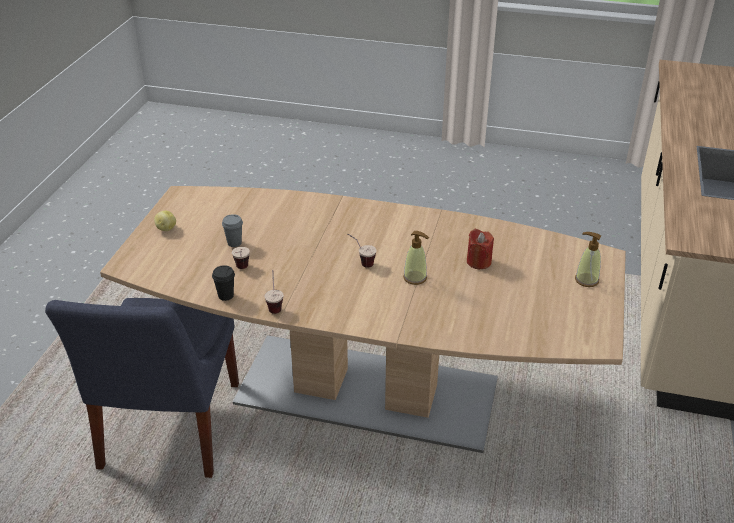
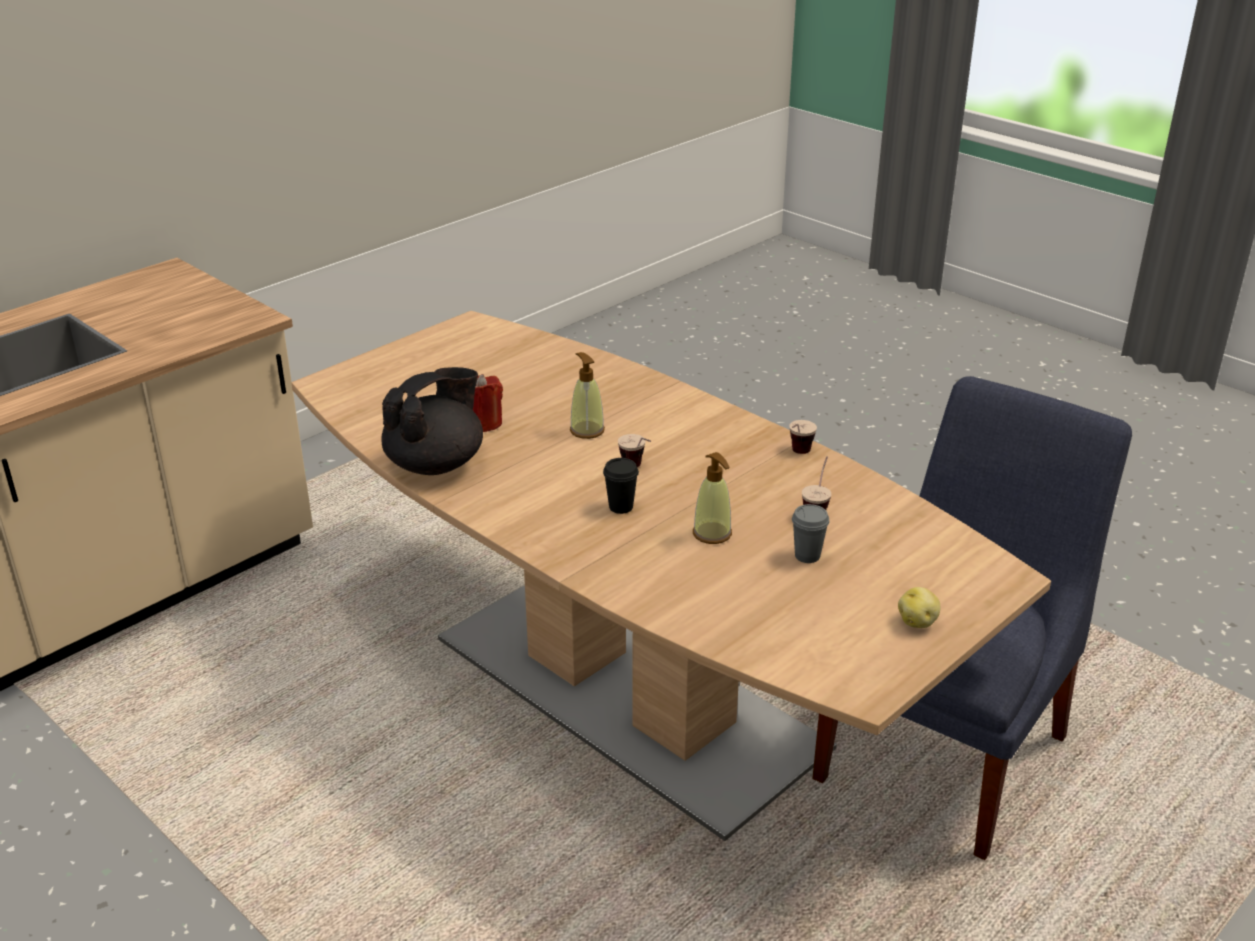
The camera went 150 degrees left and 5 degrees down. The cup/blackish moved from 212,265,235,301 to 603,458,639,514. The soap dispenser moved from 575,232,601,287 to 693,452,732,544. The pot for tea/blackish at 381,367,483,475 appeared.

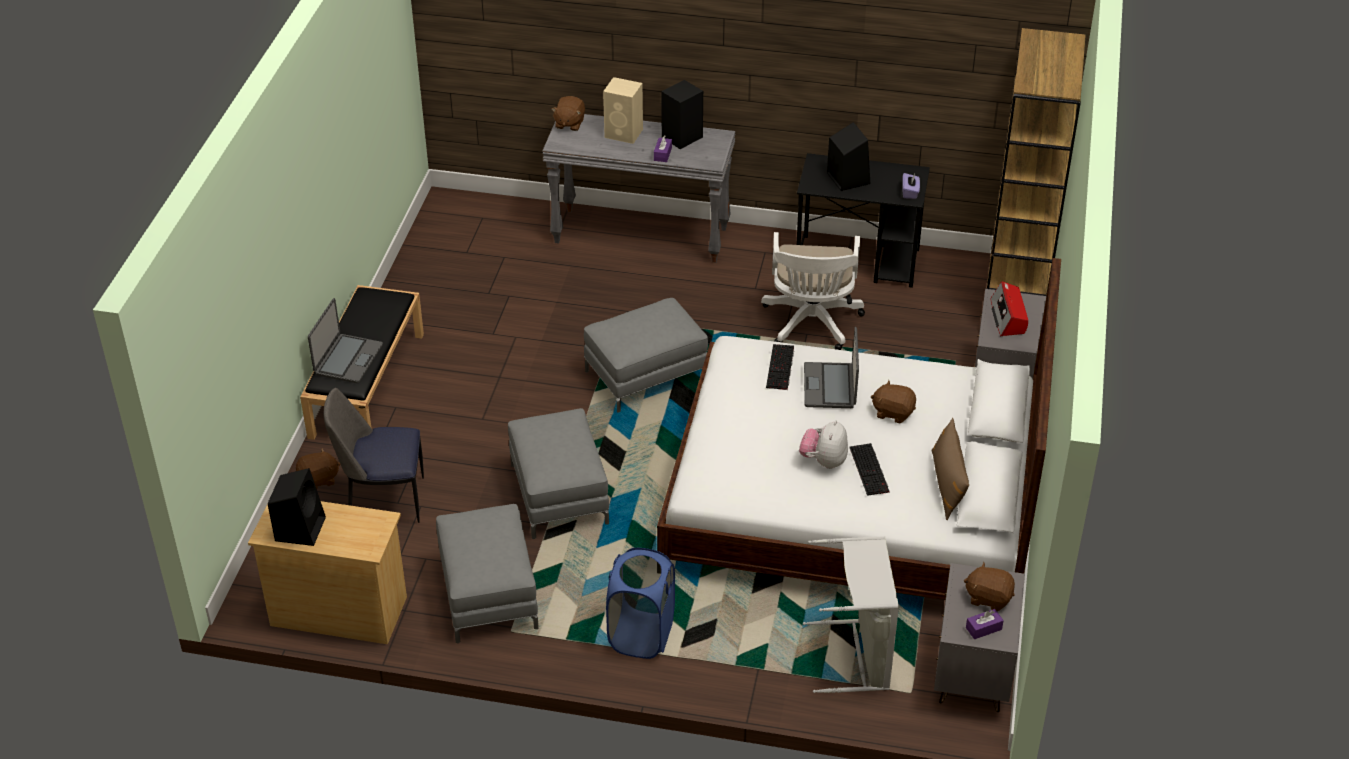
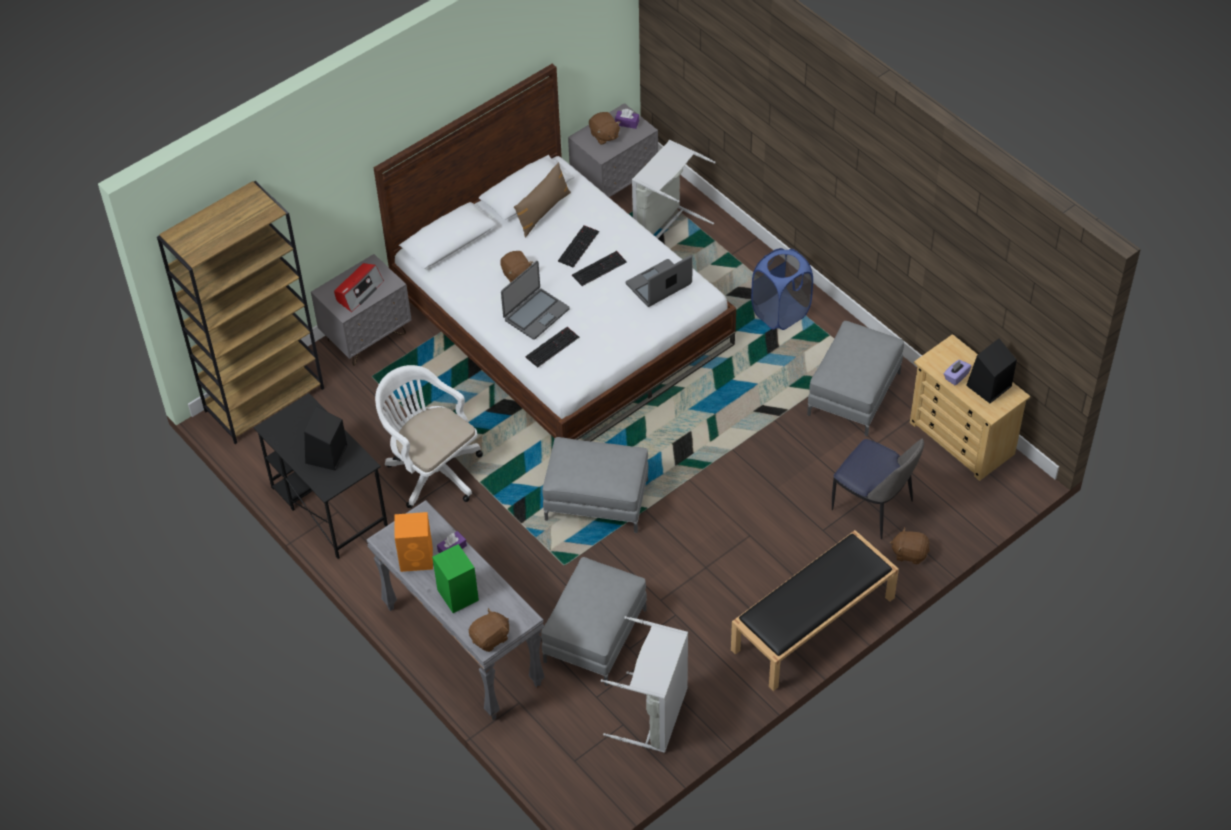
The camera went 140 degrees left and 10 degrees up. The notebook computer moved from 308,298,383,383 to 626,255,693,307. The pouffe/greyish moved from 508,408,609,539 to 541,557,647,686. The audio speaker/beige at 603,77,643,144 became the audio speaker/green-coloured at 432,544,479,613. The audio speaker/blackish at 661,80,703,149 became the audio speaker/orange at 394,512,433,572. The computer chair/white at 761,232,865,350 turned 90 degrees counterclockwise. The plush toy at 799,420,848,469 was replaced by the keyboard at 572,251,627,286. The tissue holder/purple-coloured moved from 902,173,920,199 to 944,360,972,386. The washing basket/greyish at 601,616,688,753 appeared.

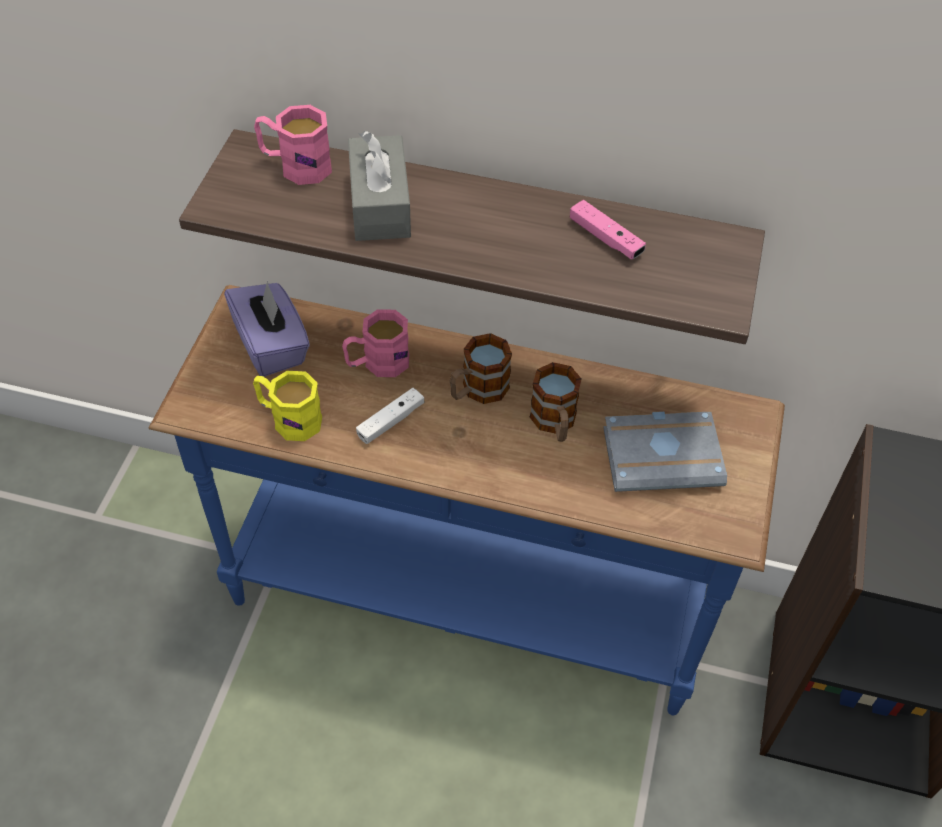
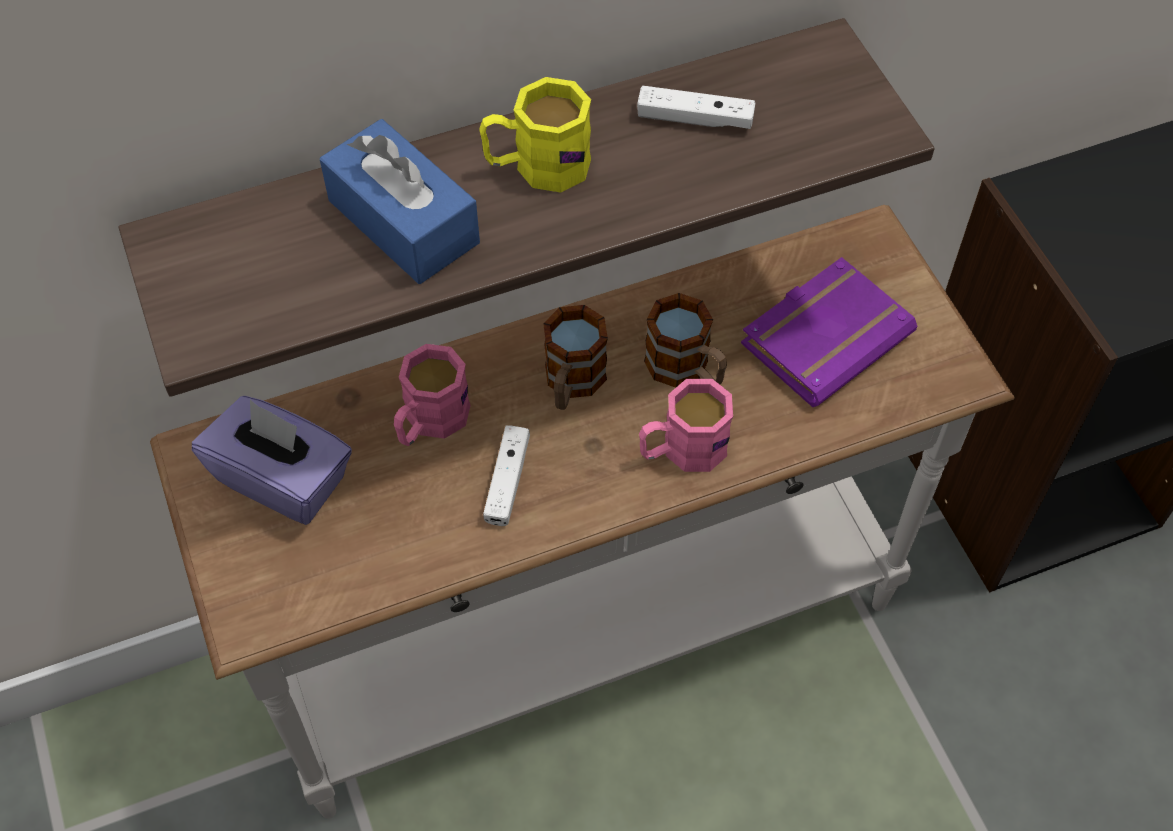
The camera went 35 degrees left and 5 degrees up. The narrow table/blue-coloured at 149,285,785,715 became the narrow table/white at 150,205,1015,819. The coffee mug/yellowish moved from 253,371,322,441 to 479,77,591,192. The coffee mug/pink moved from 254,105,332,185 to 639,379,733,472. The tissue holder/greyish at 348,131,411,241 became the tissue holder/blue-coloured at 320,119,480,284. The joypad/pink at 570,200,646,259 became the joypad/white at 637,86,755,129. The volume/greyish at 603,411,727,492 became the volume/purple-coloured at 741,257,917,407.

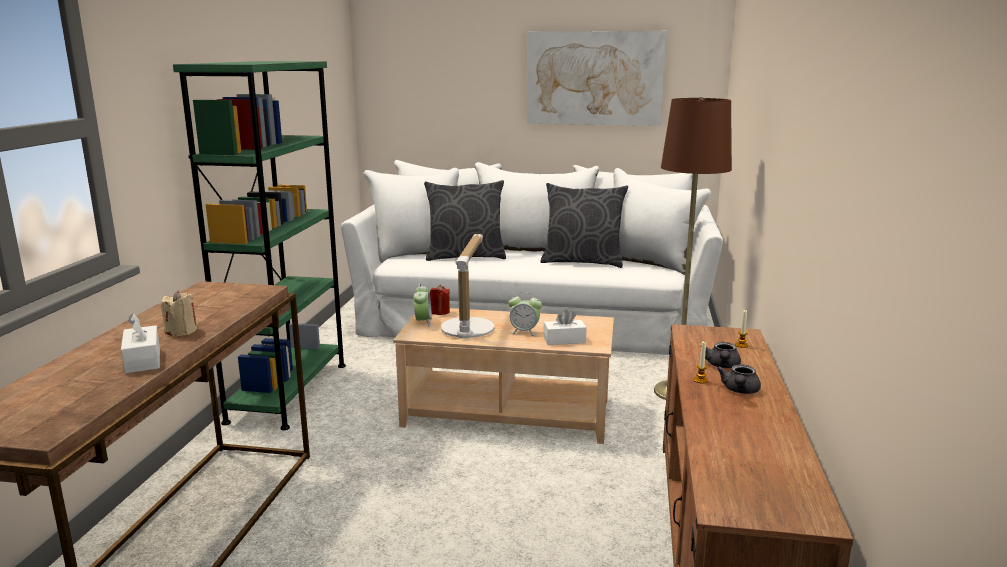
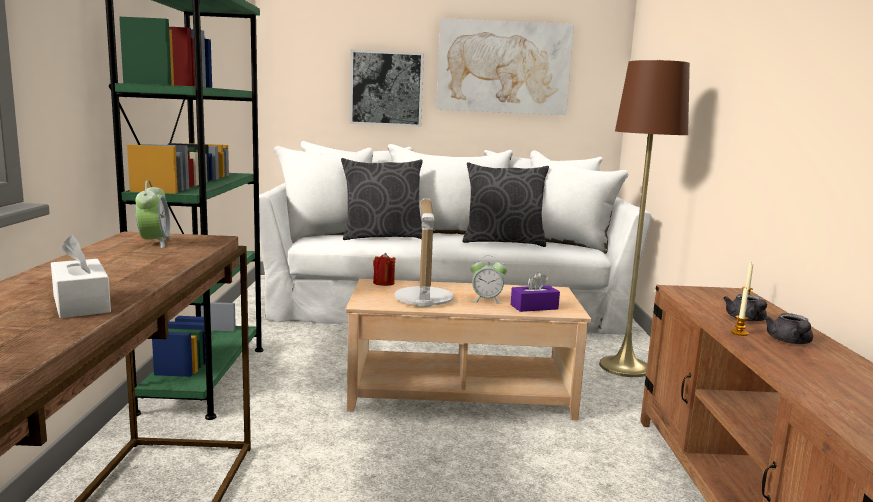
The camera went 10 degrees left and 5 degrees down. The wax candle/beige at 161,290,197,336 disappeared. The alarm clock moved from 414,284,432,327 to 135,181,172,248. The tissue holder/white at 543,309,587,345 became the tissue holder/purple-coloured at 511,272,560,312. The wall art at 350,49,424,127 appeared.

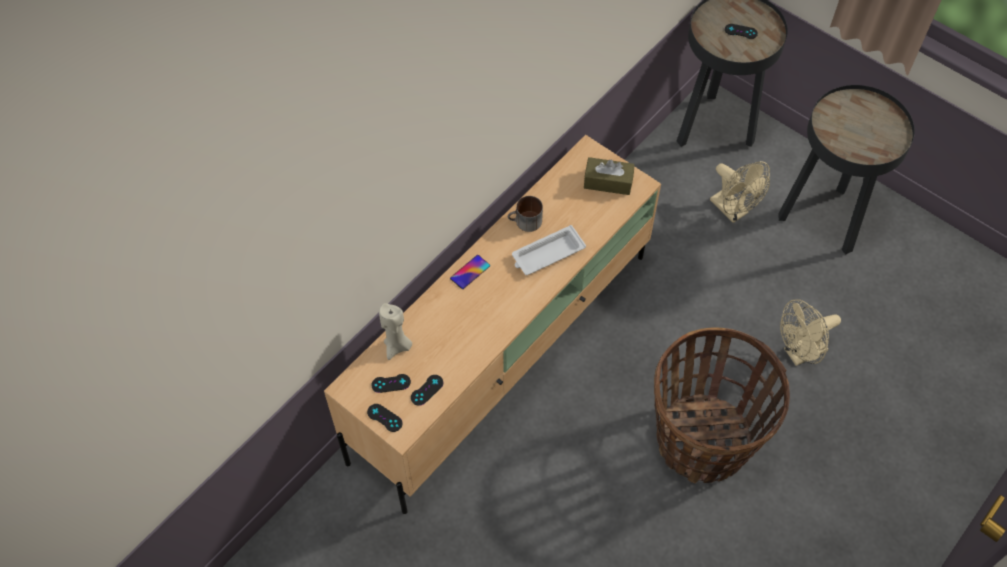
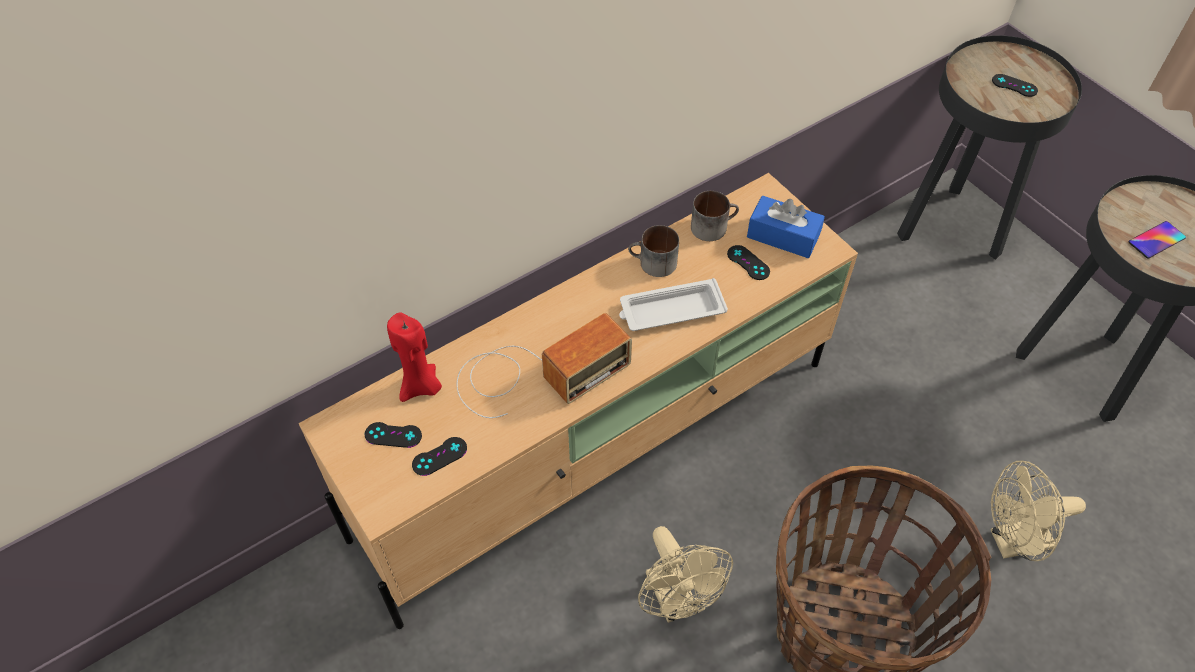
The camera went 15 degrees right and 5 degrees down. The joypad/blackish moved from 367,404,402,432 to 727,245,770,280. The wax candle/beige at 379,303,412,360 became the wax candle/reddish at 387,312,442,402. The phone moved from 450,255,490,289 to 1128,221,1186,258. The tissue holder/brown at 584,157,634,195 became the tissue holder/blue-coloured at 747,196,825,258. The electric fan/beige moved from 710,161,770,223 to 638,526,733,623. The radio receiver at 457,313,632,418 appeared. The coffee mug at 691,191,739,241 appeared.

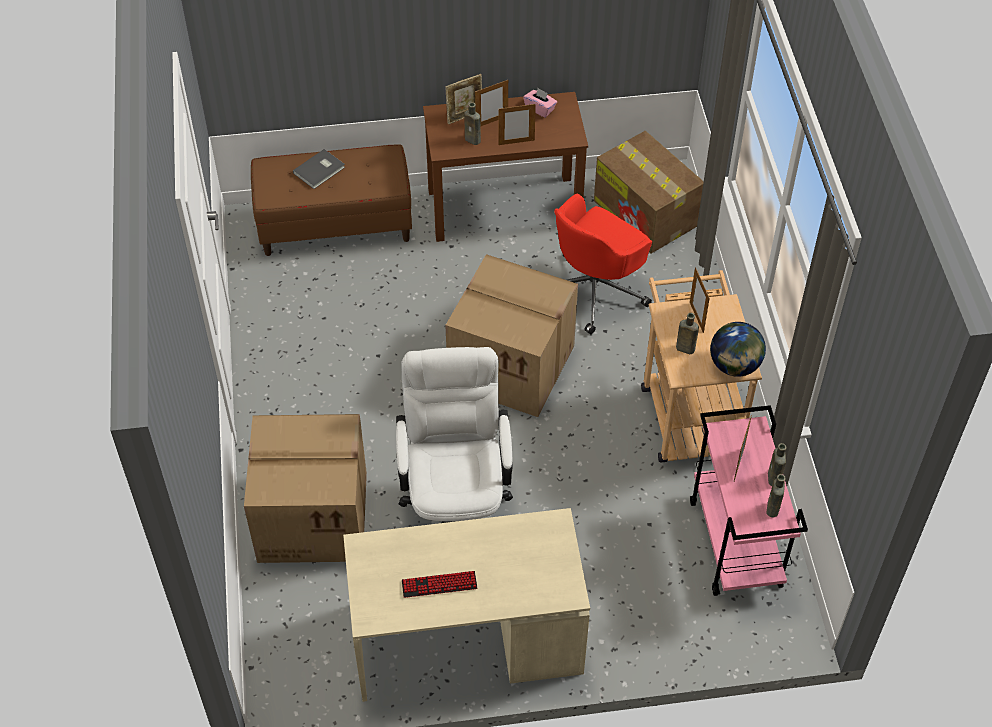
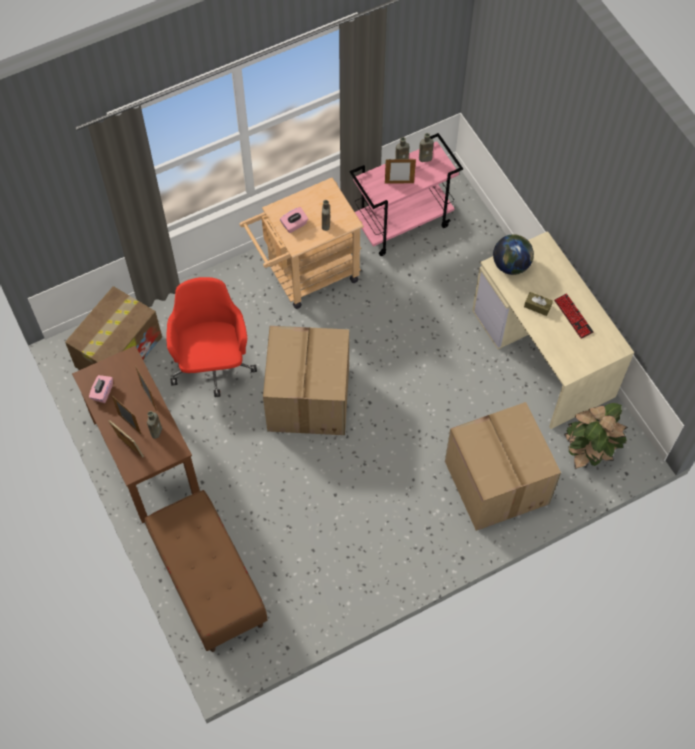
The camera went 110 degrees left and 10 degrees up. The volume/greyish at 293,149,345,189 disappeared. The computer chair/white at 396,347,513,523 disappeared. The computer chair/reddish at 554,194,652,334 turned 120 degrees counterclockwise. The photo frame at 690,267,710,333 was replaced by the tissue holder/pink at 280,207,308,233. The world globe moved from 710,322,766,377 to 493,234,534,275. The tissue holder/brown at 524,292,553,316 appeared. The plant in a pot at 564,403,628,469 appeared.

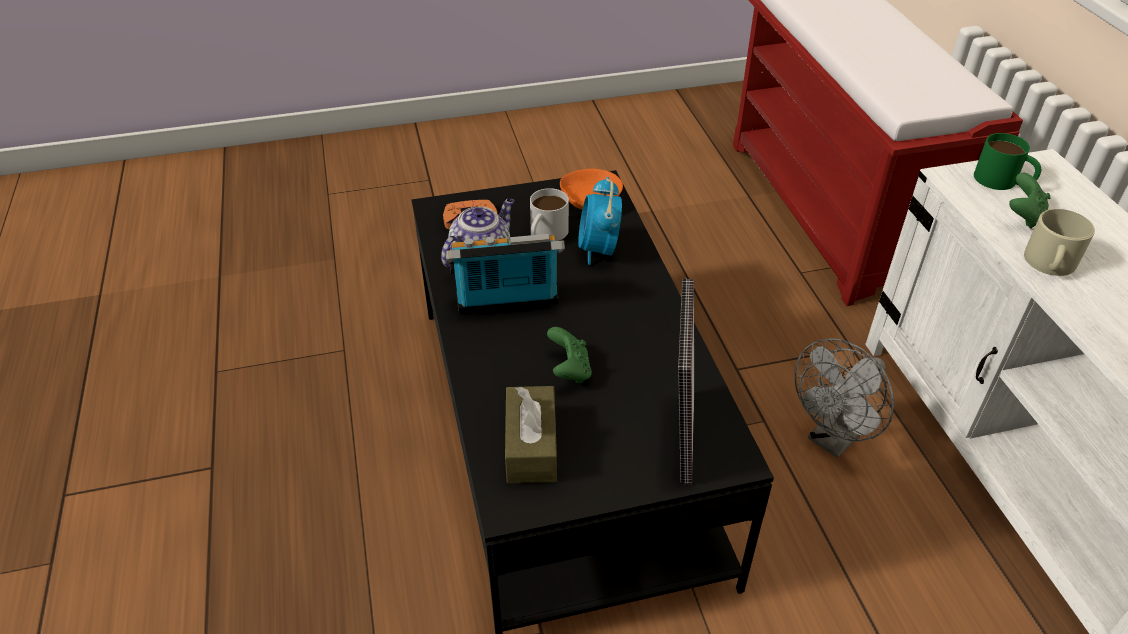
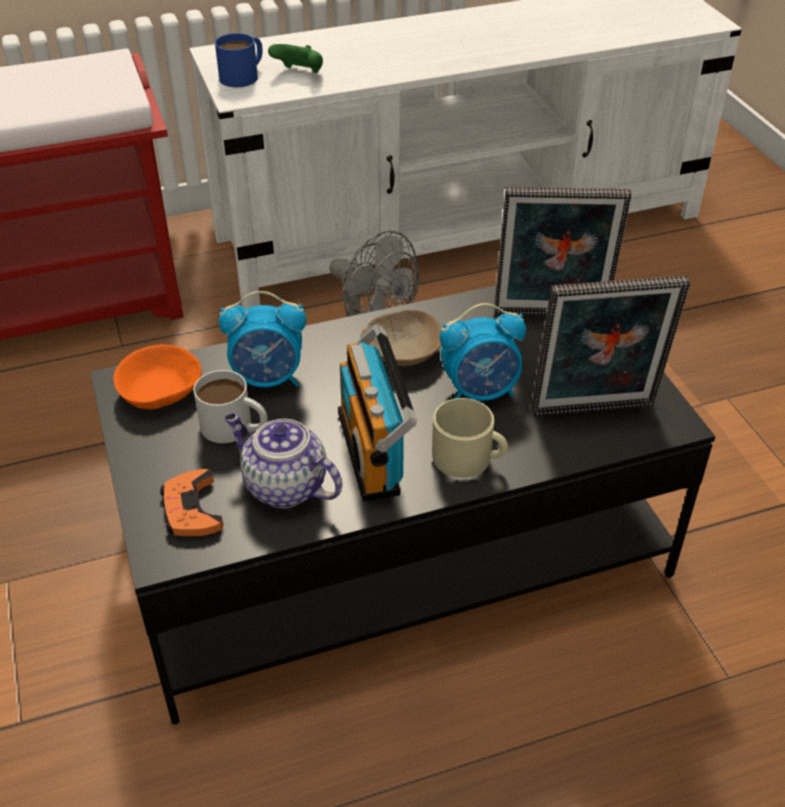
The camera went 95 degrees left and 0 degrees up. The tissue holder/brown at 505,386,557,483 was replaced by the photo frame at 531,276,690,416. The joypad/green-coloured at 547,327,592,383 was replaced by the alarm clock at 440,303,526,401. The coffee mug/green-coloured at 974,133,1041,190 became the coffee mug/blue-coloured at 215,33,263,87. The coffee mug/beige moved from 1024,209,1095,276 to 432,398,508,478. The serving bowl/beige at 360,310,442,366 appeared.

